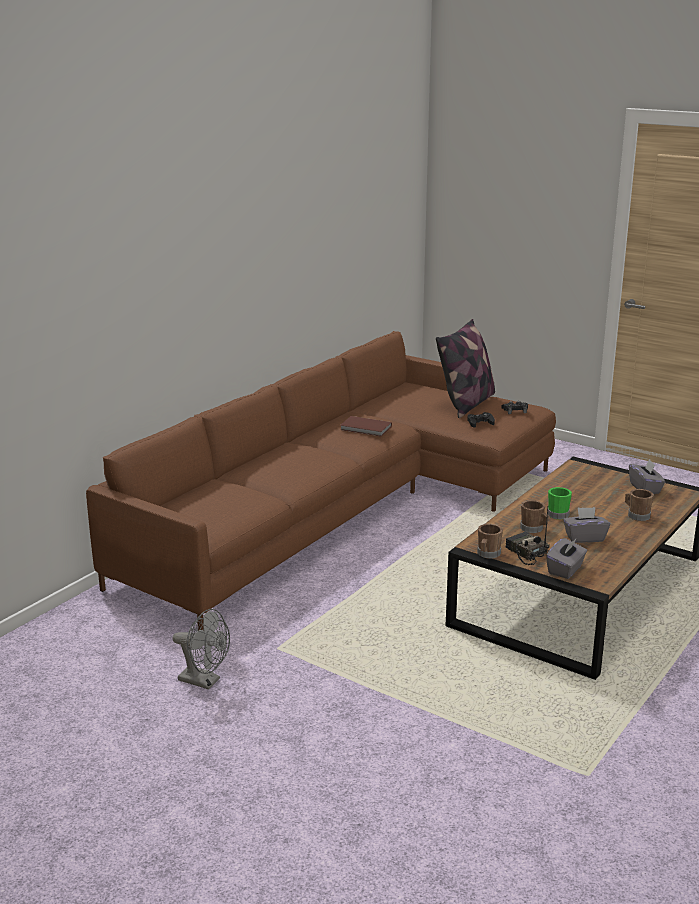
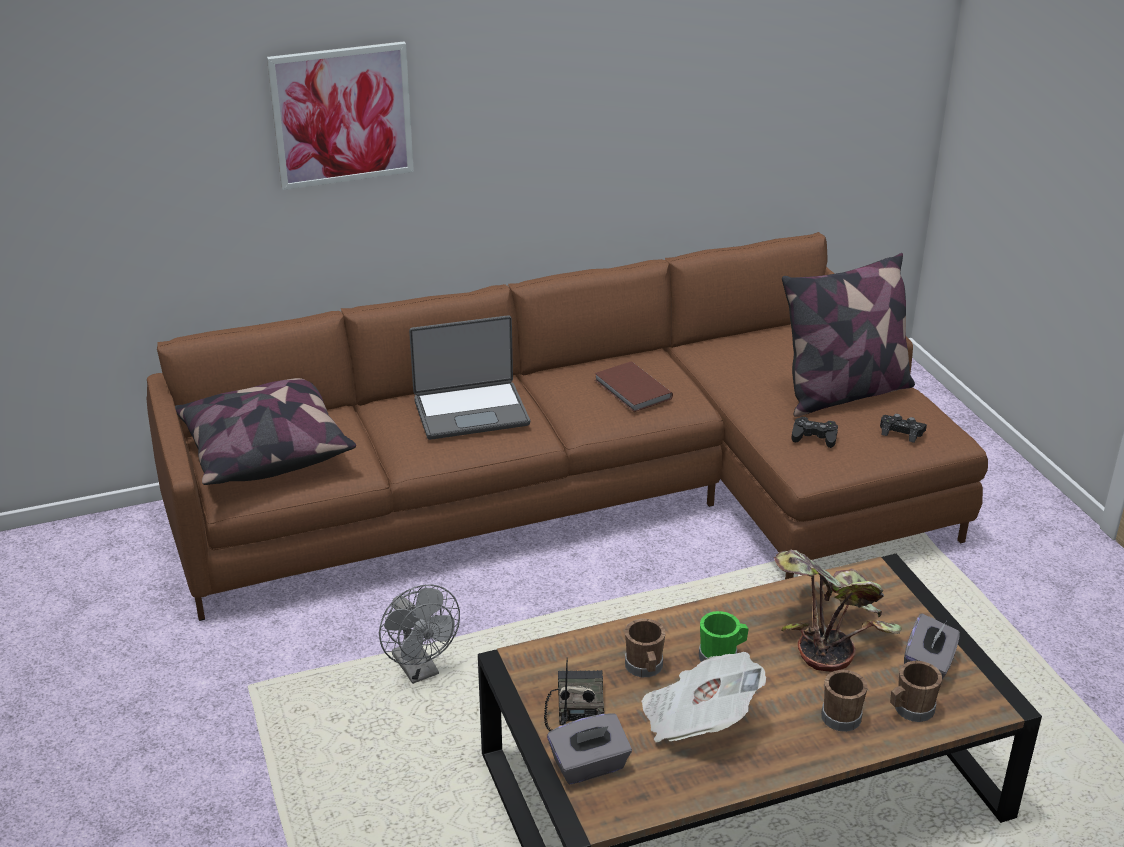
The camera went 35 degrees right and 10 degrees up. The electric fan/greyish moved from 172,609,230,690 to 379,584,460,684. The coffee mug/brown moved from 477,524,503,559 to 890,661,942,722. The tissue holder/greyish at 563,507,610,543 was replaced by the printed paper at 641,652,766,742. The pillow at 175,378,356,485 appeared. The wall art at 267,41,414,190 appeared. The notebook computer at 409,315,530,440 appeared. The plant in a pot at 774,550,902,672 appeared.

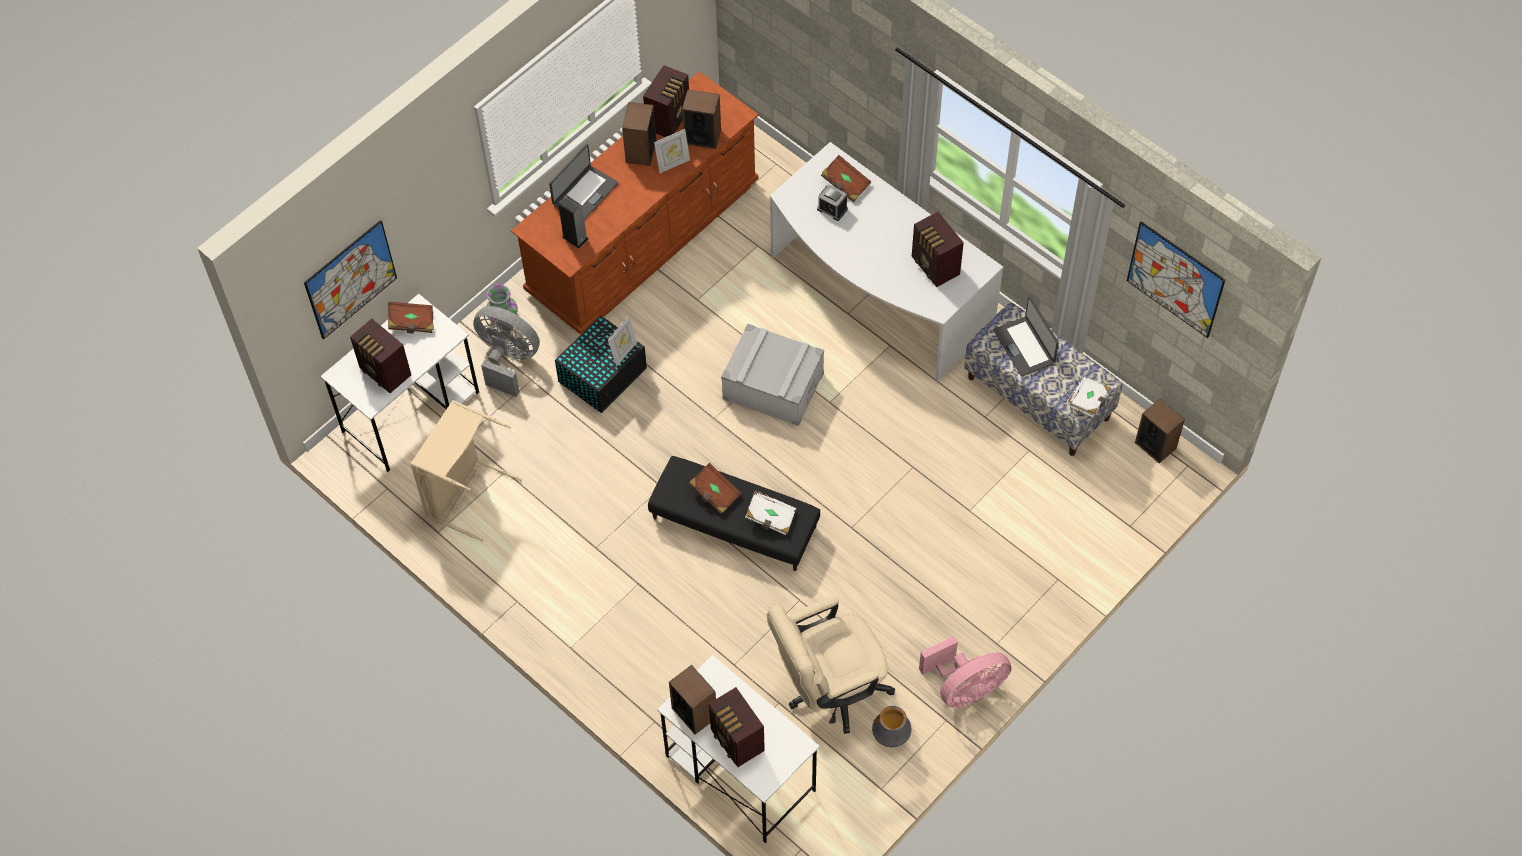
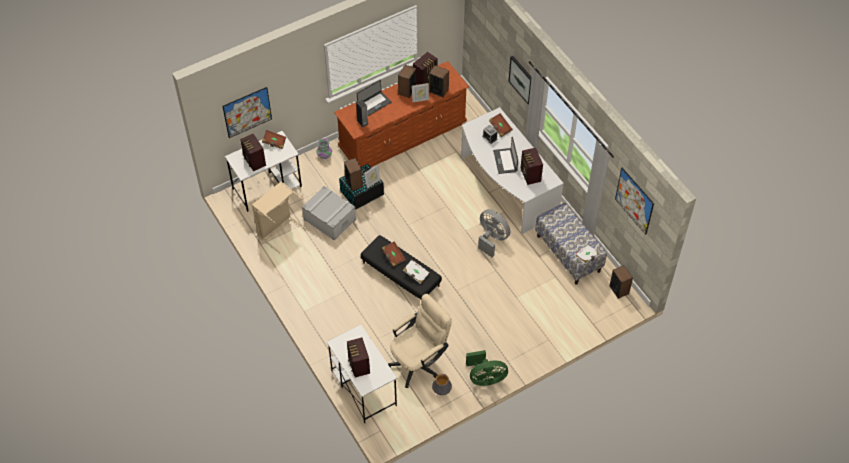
The camera went 15 degrees right and 5 degrees down. The electric fan/greyish moved from 473,306,540,397 to 478,209,511,257. The audio speaker moved from 669,665,716,734 to 344,158,363,191. The storage container/greyish moved from 721,324,824,426 to 302,186,356,241. The computer chair/beige at 767,597,895,734 turned 150 degrees clockwise. The electric fan/pink at 919,636,1012,707 became the electric fan/green-coloured at 466,350,508,386. The notebook computer moved from 994,297,1059,377 to 493,137,518,174. The wall art at 508,56,531,105 appeared.

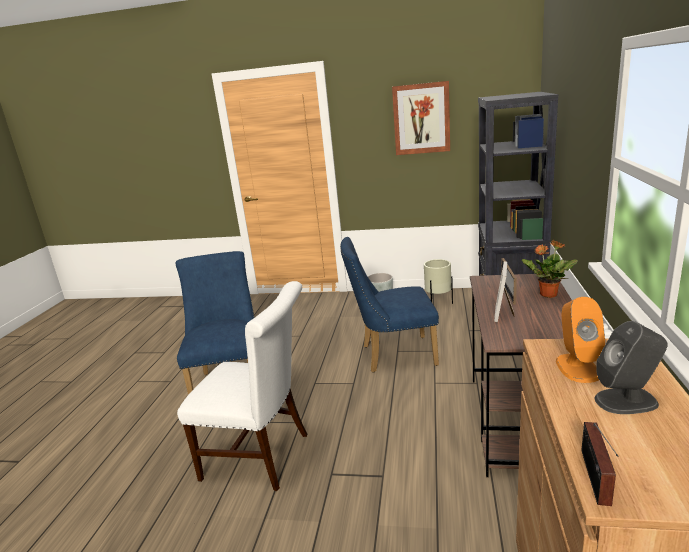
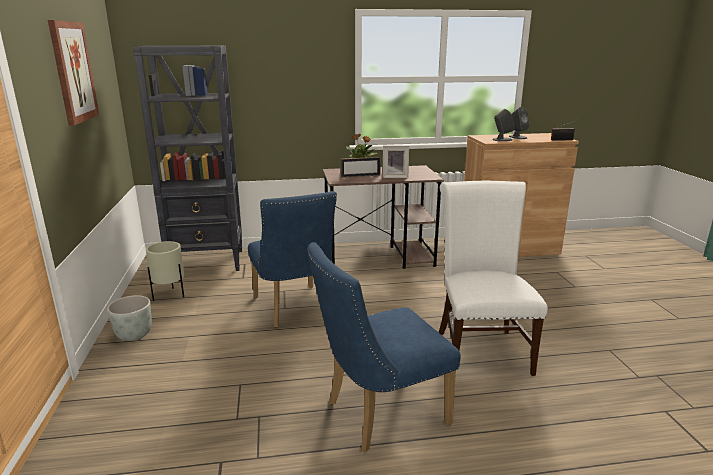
The camera went 110 degrees left and 0 degrees up. The audio speaker/orange at 556,297,605,383 became the audio speaker/greyish at 492,109,515,141.

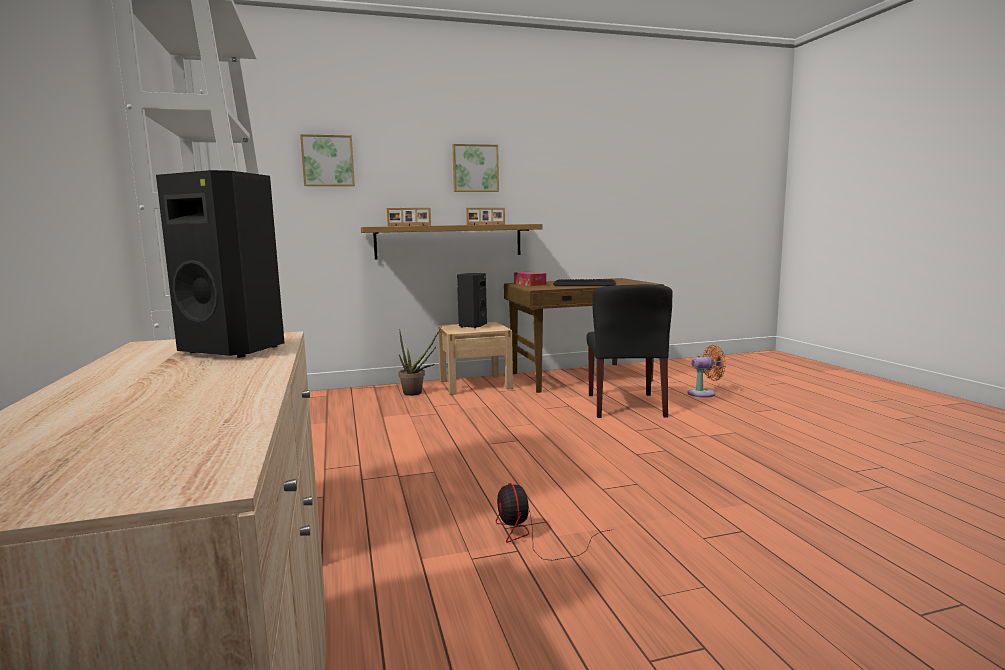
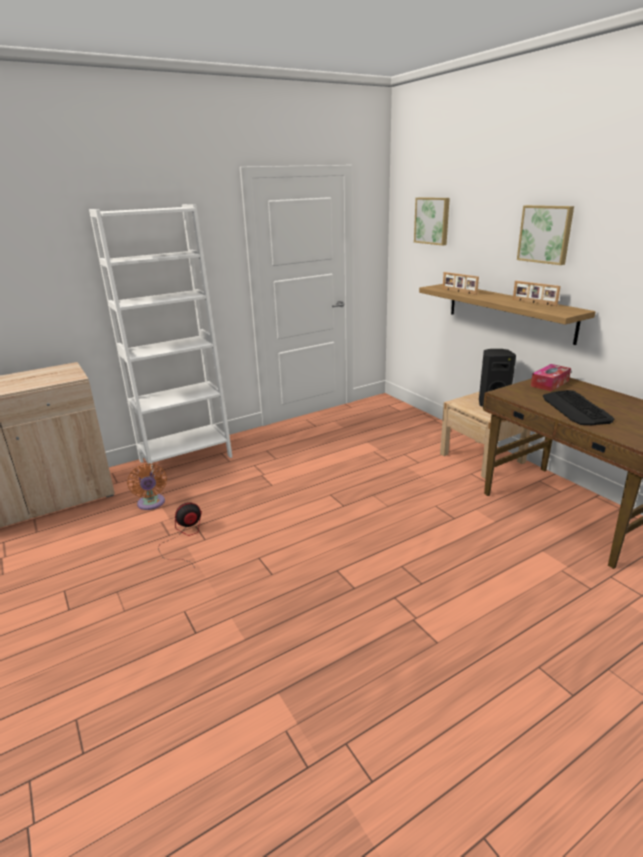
The camera went 75 degrees right and 15 degrees up. The audio speaker/blackish at 156,170,284,358 disappeared. The plant in a pot at 398,326,442,396 disappeared. The upright chair/blackish at 587,284,672,418 disappeared. The electric fan/orange moved from 688,345,726,398 to 127,463,167,510.

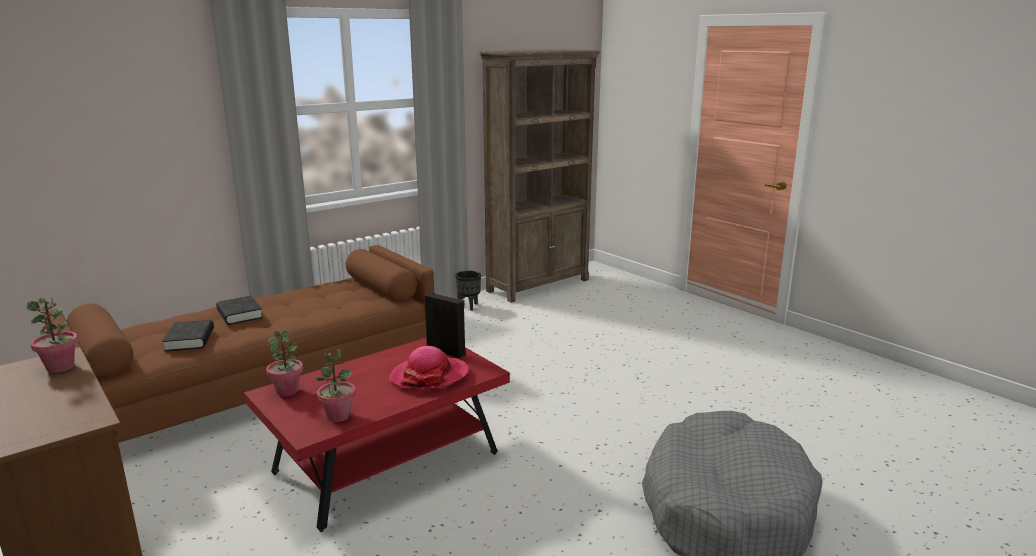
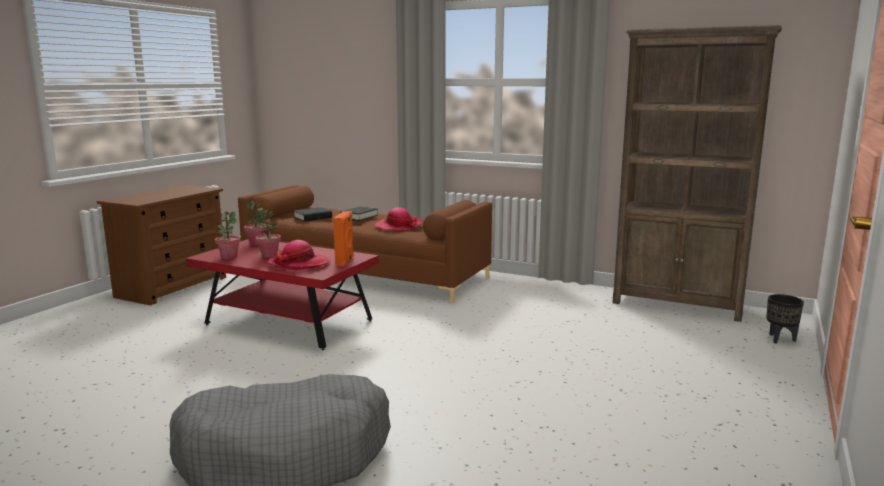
The camera went 65 degrees right and 5 degrees down. The plant in a pot moved from 27,298,78,373 to 254,210,281,258. The audio speaker/blackish at 425,292,466,358 became the audio speaker/orange at 333,211,354,266. The planter/blackish moved from 455,271,481,311 to 766,294,804,344. The clothing hat at 375,207,422,230 appeared.

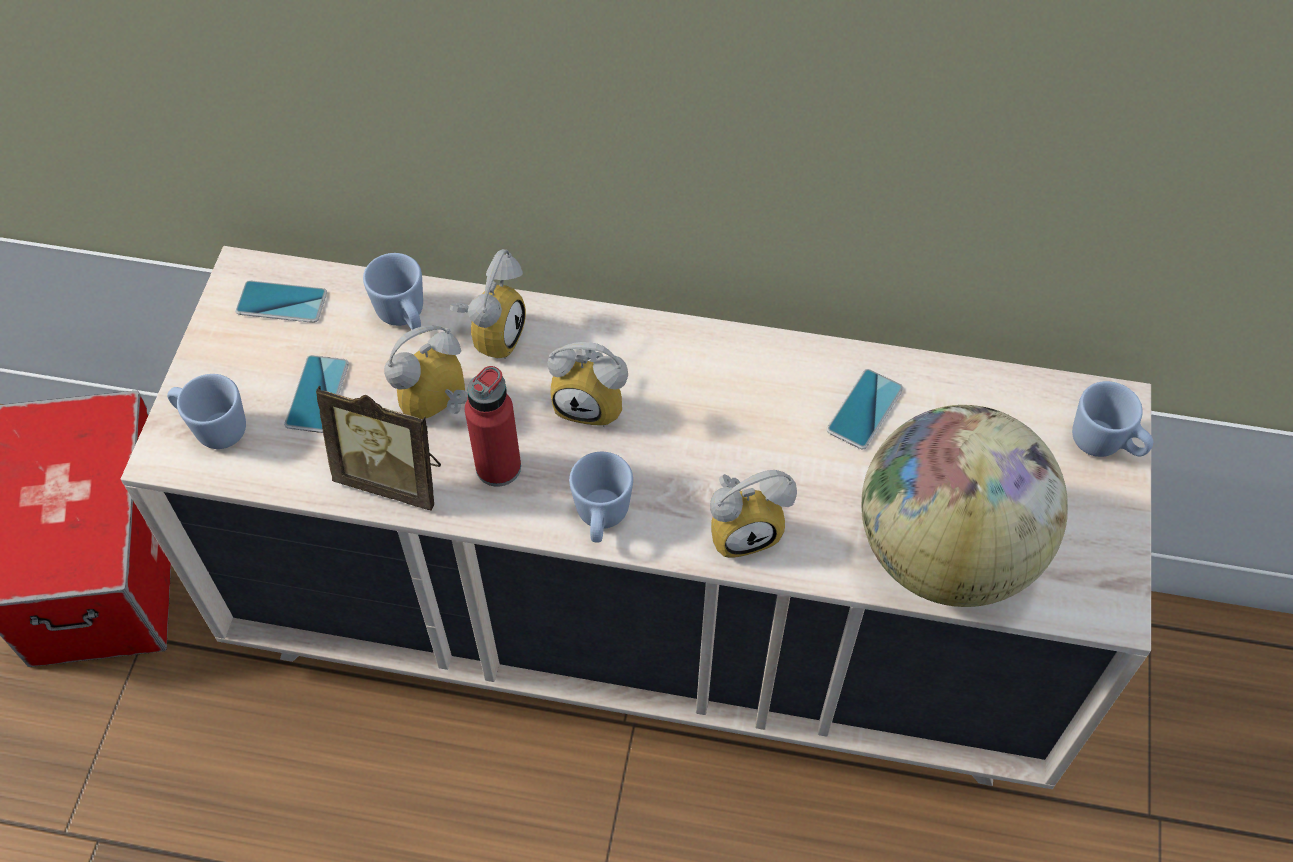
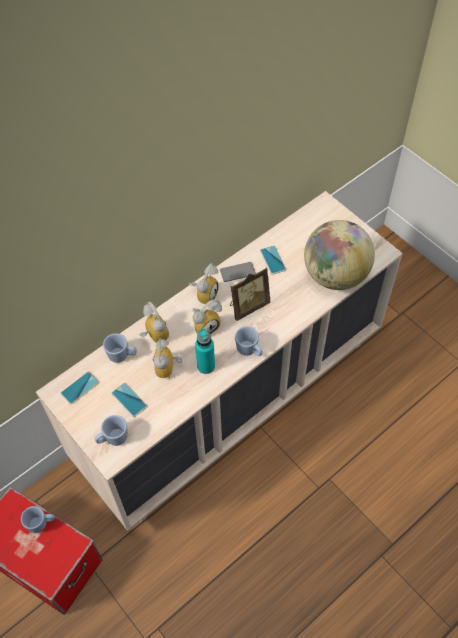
The camera went 50 degrees left and 0 degrees up. The photo frame moved from 316,385,441,511 to 230,267,270,321. The bottle/reddish at 465,366,521,487 became the bottle/turquoise at 195,329,215,374. The alarm clock moved from 710,470,797,558 to 189,263,219,304. The coffee mug/blue-coloured moved from 1072,381,1153,457 to 21,506,55,533. The phone at 220,262,256,282 appeared.

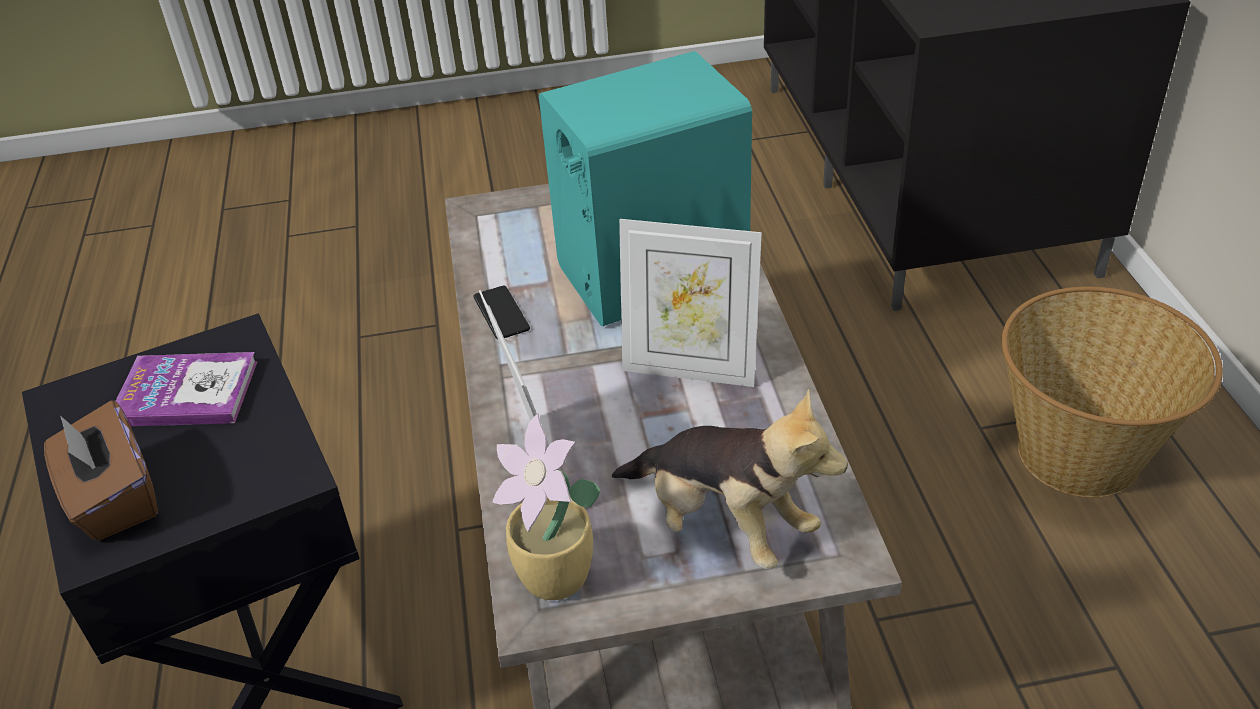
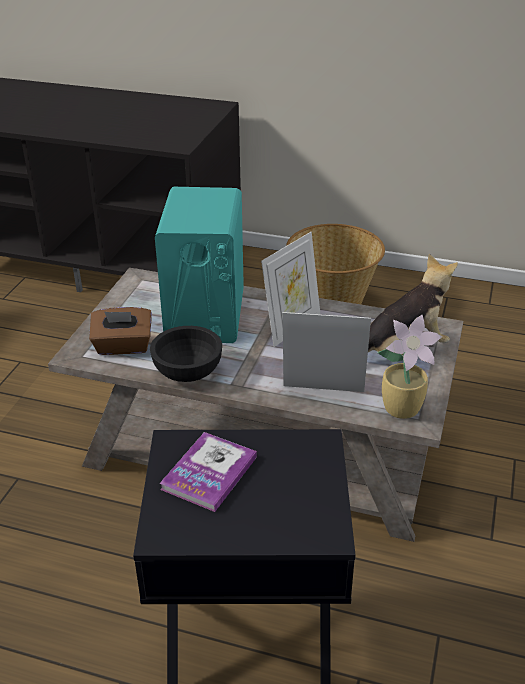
The camera went 65 degrees left and 5 degrees down. The tissue holder/brown moved from 44,400,158,541 to 89,307,152,355. The phone at 474,285,530,339 was replaced by the serving bowl/blackish at 150,326,222,382.

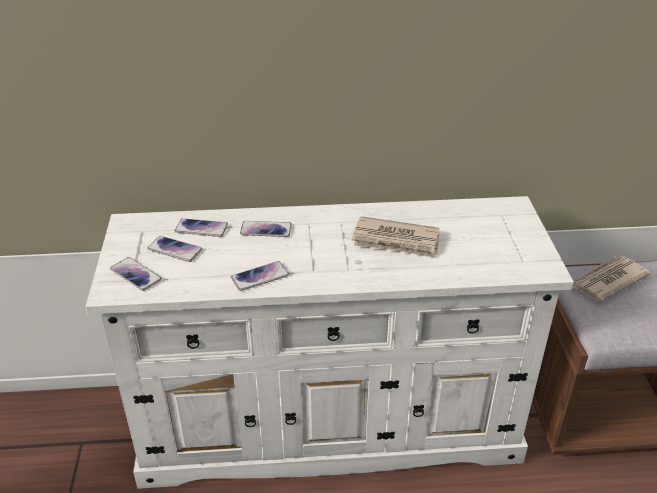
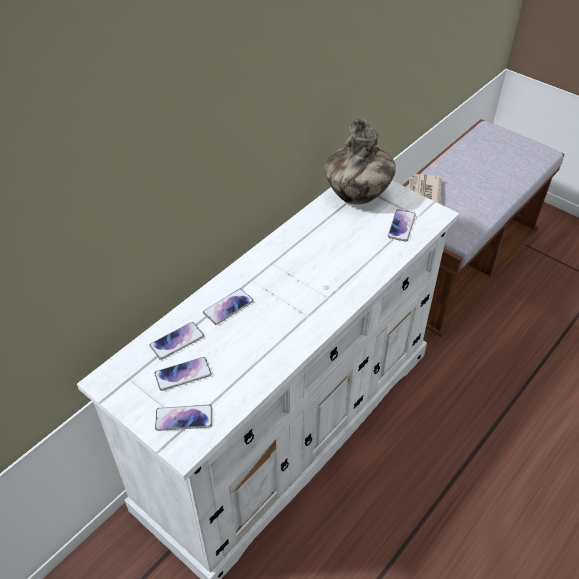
The camera went 45 degrees left and 10 degrees up. The phone moved from 231,261,289,291 to 388,209,416,242. The printed paper at 352,216,439,258 disappeared. The decorative vase at 324,117,396,204 appeared.

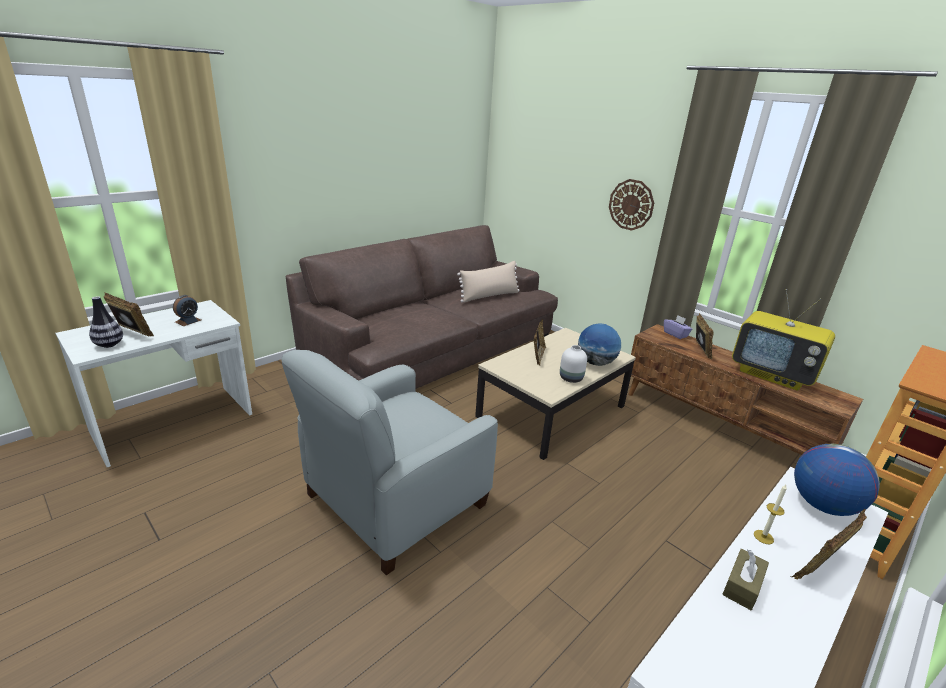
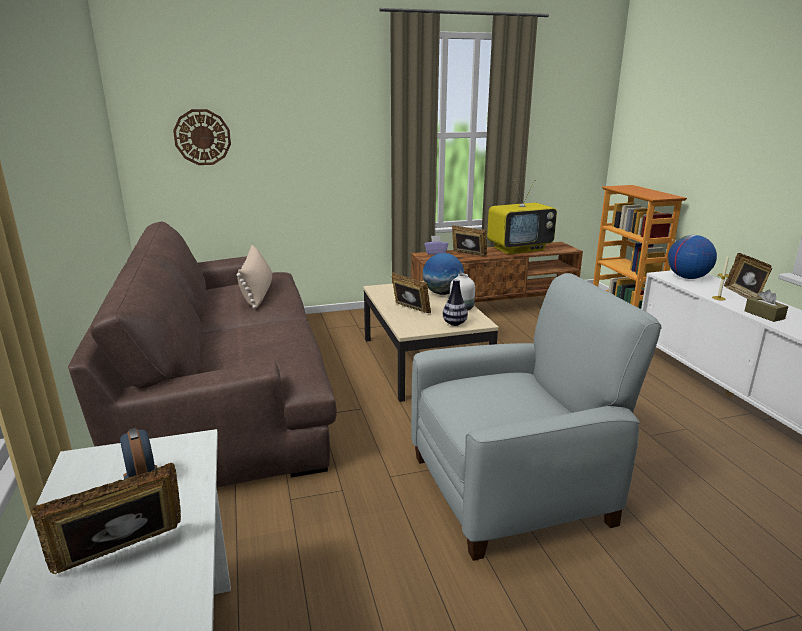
The camera went 60 degrees left and 5 degrees down. The decorative vase moved from 89,296,123,348 to 443,279,468,326. The lounge chair/greyish at 281,350,498,575 turned 90 degrees counterclockwise. The hanging clock moved from 609,179,654,231 to 173,109,231,165.

